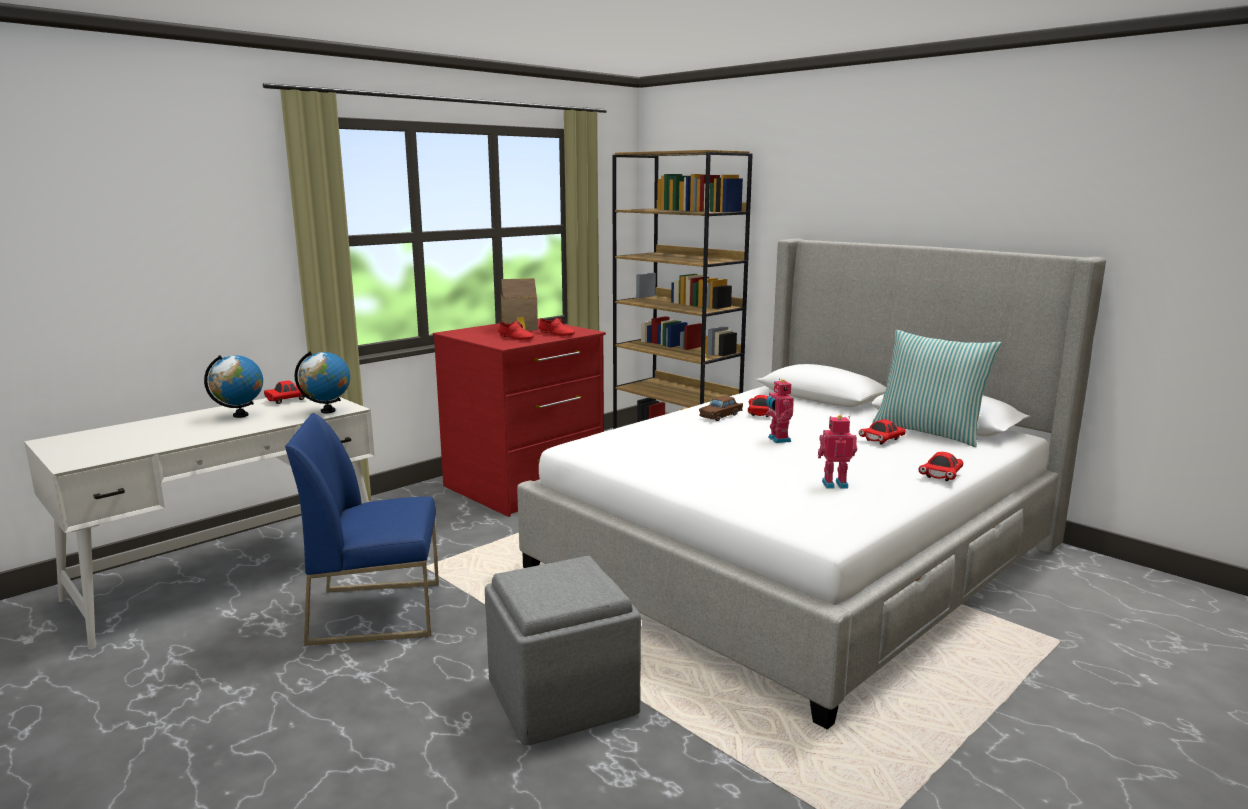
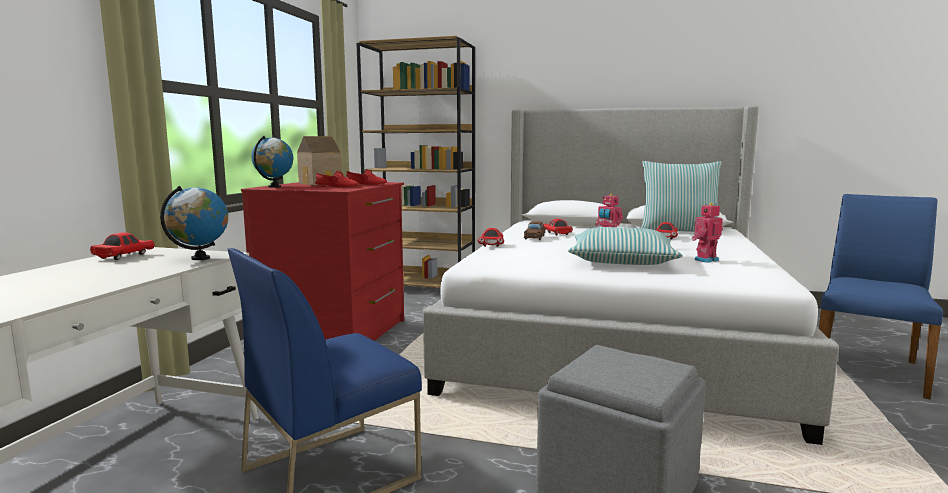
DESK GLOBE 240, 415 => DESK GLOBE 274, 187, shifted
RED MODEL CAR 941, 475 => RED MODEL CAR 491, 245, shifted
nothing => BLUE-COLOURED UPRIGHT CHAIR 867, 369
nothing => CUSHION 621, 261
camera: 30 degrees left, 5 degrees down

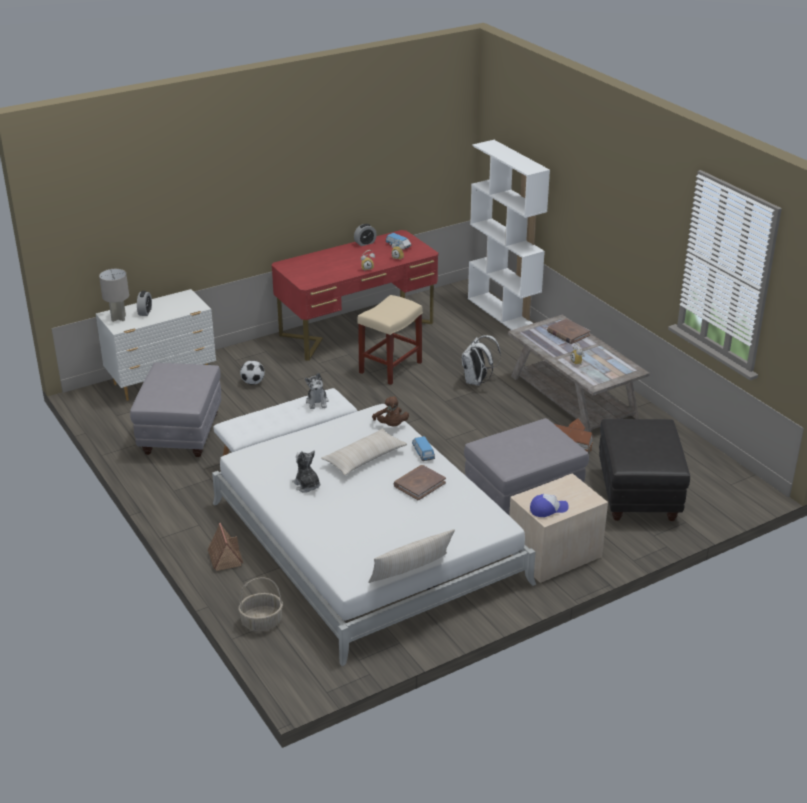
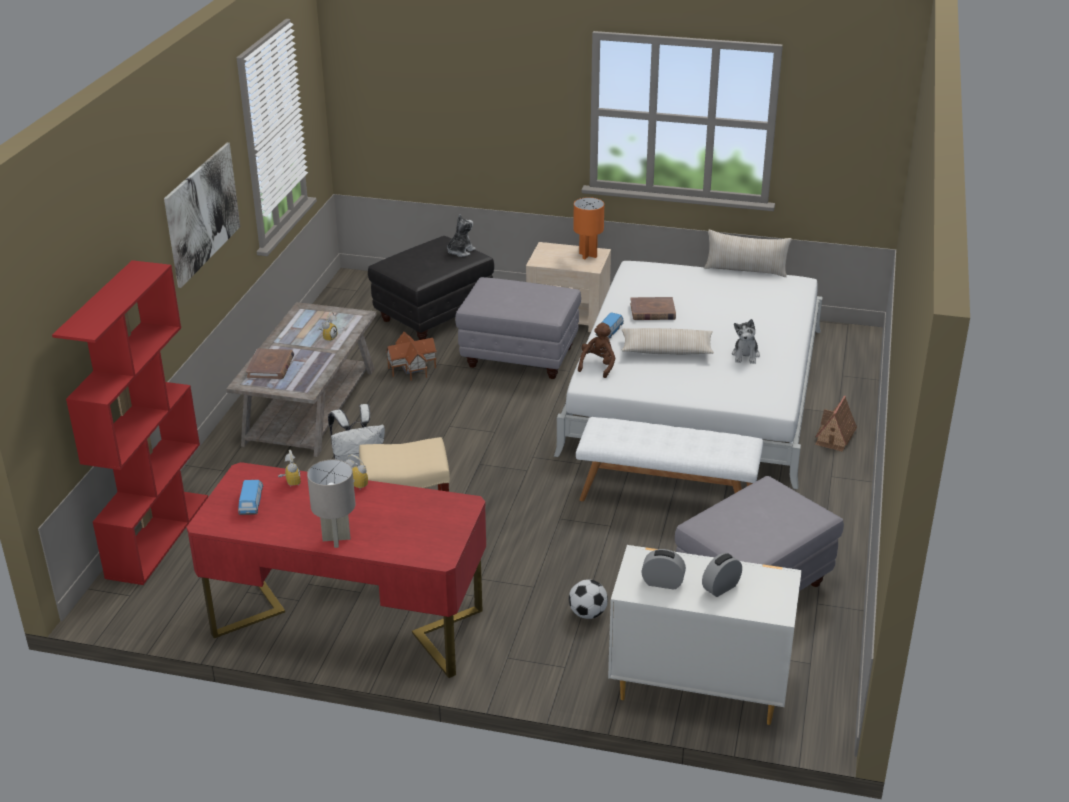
WHITE SHELVING UNIT 503, 313 => RED SHELVING UNIT 158, 535
TABLE CLOCK 365, 243 => TABLE CLOCK 662, 583, shifted
GREY TABLE LAMP 118, 318 => GREY TABLE LAMP 337, 539, shifted
PLUSH TOY 317, 402 => PLUSH TOY 460, 251, shifted
CAP 548, 509 => ORANGE TABLE LAMP 588, 255
STORAGE BASKET 261, 622 => nothing
nothing => PICTURE 202, 213
camera: 135 degrees left, 0 degrees up

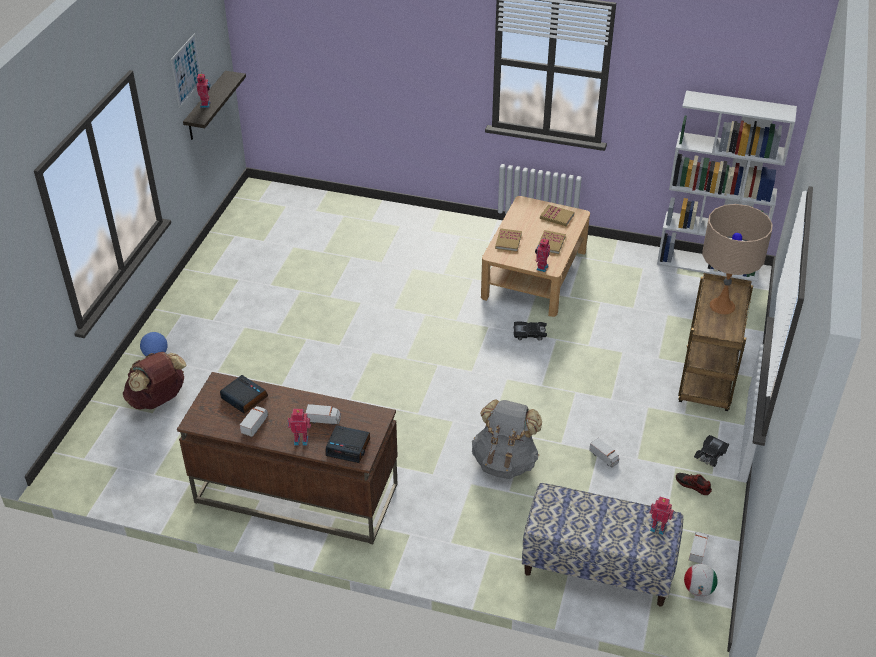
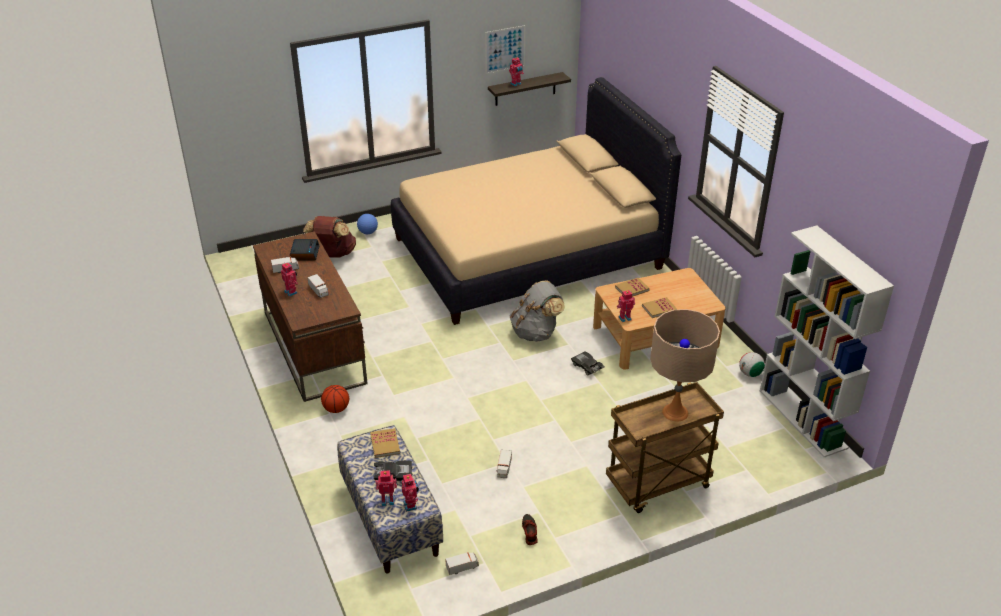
VOLUME 557, 217 => VOLUME 385, 444, shifted
GREY RUCKSACK 505, 461 => GREY RUCKSACK 536, 332, shifted
TABLE CLOCK 348, 447 => nothing
BLACK MODEL CAR 710, 455 => BLACK MODEL CAR 393, 475, shifted
FOOTBALL 698, 589 => FOOTBALL 750, 374, shifted
nothing => SAND-COLOURED BED 527, 253
nothing => BASKETBALL BALL 336, 409
nothing => MODEL ROBOT 387, 500
camera: 50 degrees right, 5 degrees down

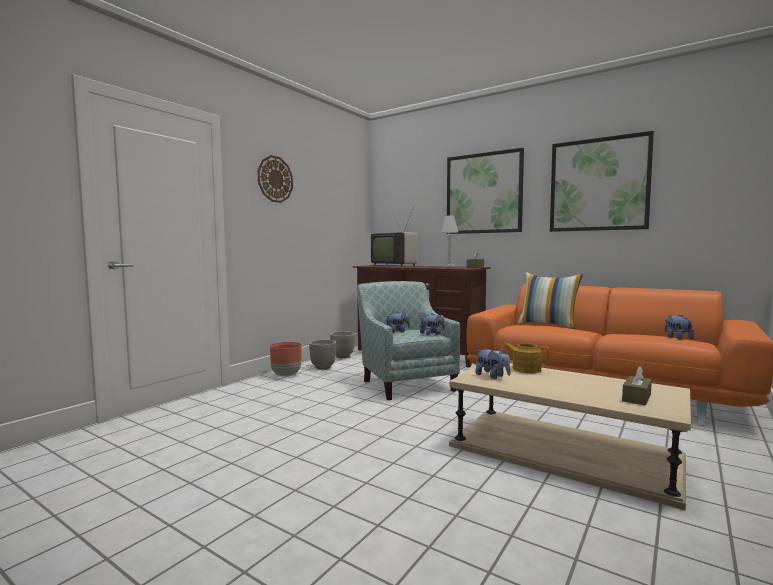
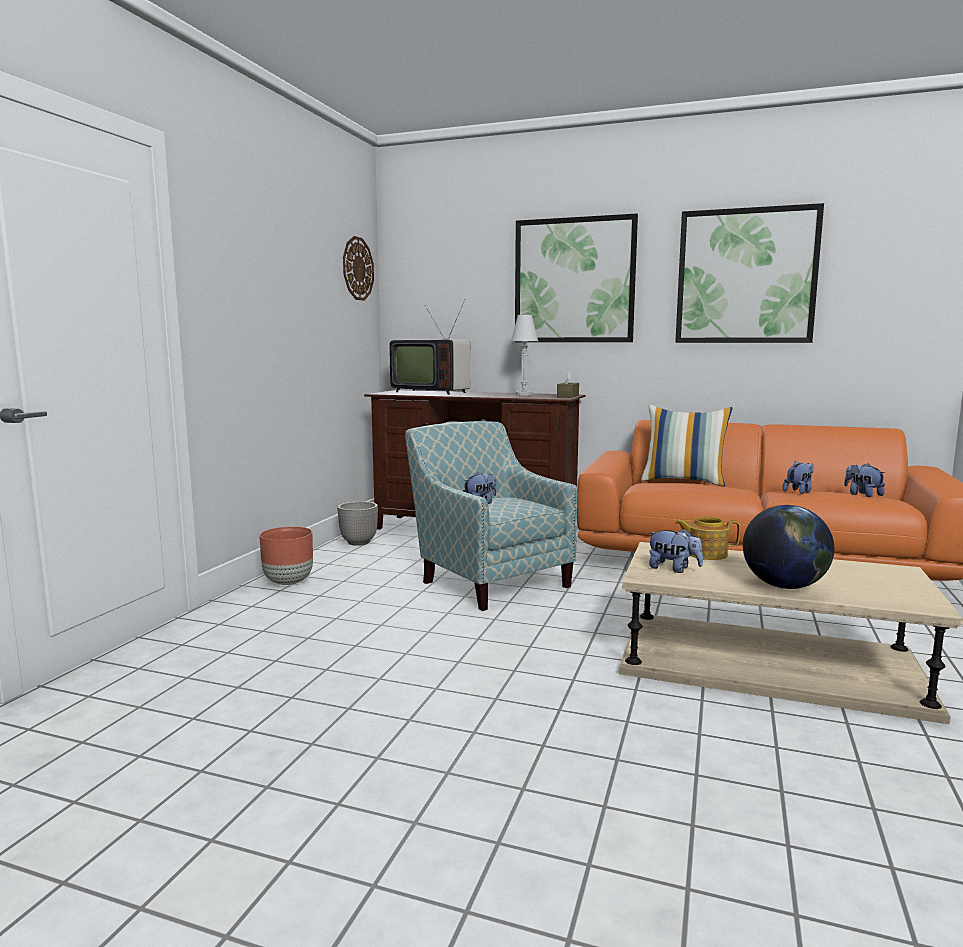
WALL CLOCK 275, 179 => WALL CLOCK 357, 268, shifted
PLUSH TOY 432, 334 => PLUSH TOY 799, 491, shifted
PLANTER 323, 367 => nothing
BROWN TISSUE BOX 636, 398 => nothing
nothing => DESK GLOBE 784, 586
camera: 15 degrees left, 5 degrees up

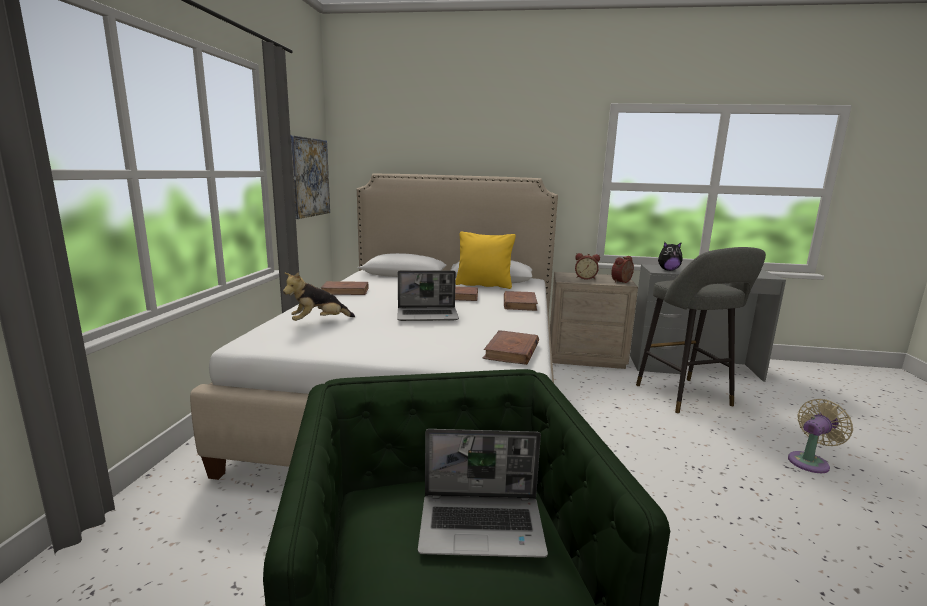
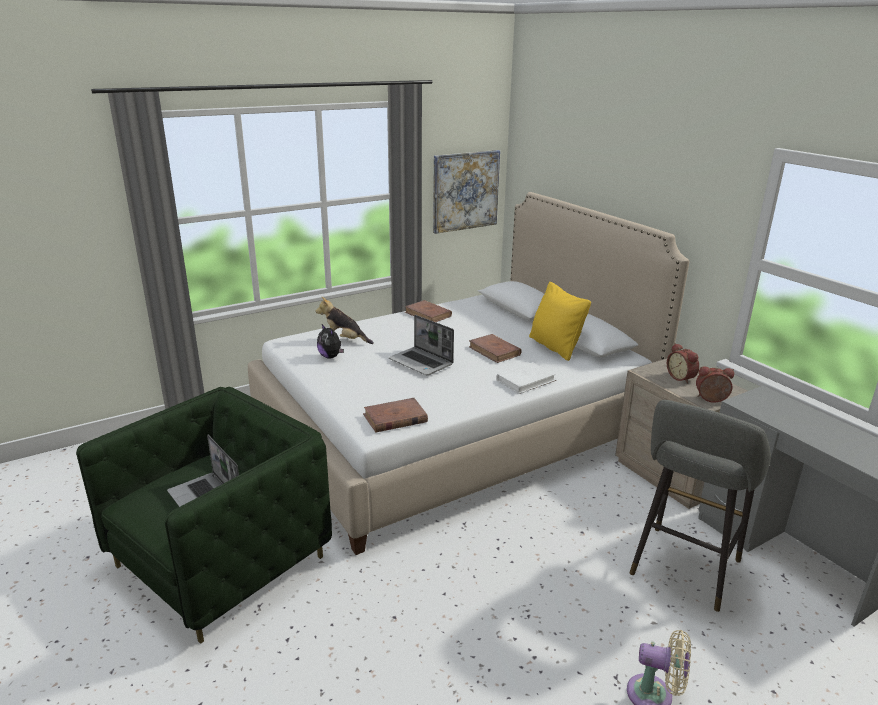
PLUSH TOY 668, 270 => PLUSH TOY 331, 356, shifted
BROWN VOLUME 519, 303 => WHITE VOLUME 526, 380
camera: 50 degrees right, 10 degrees up

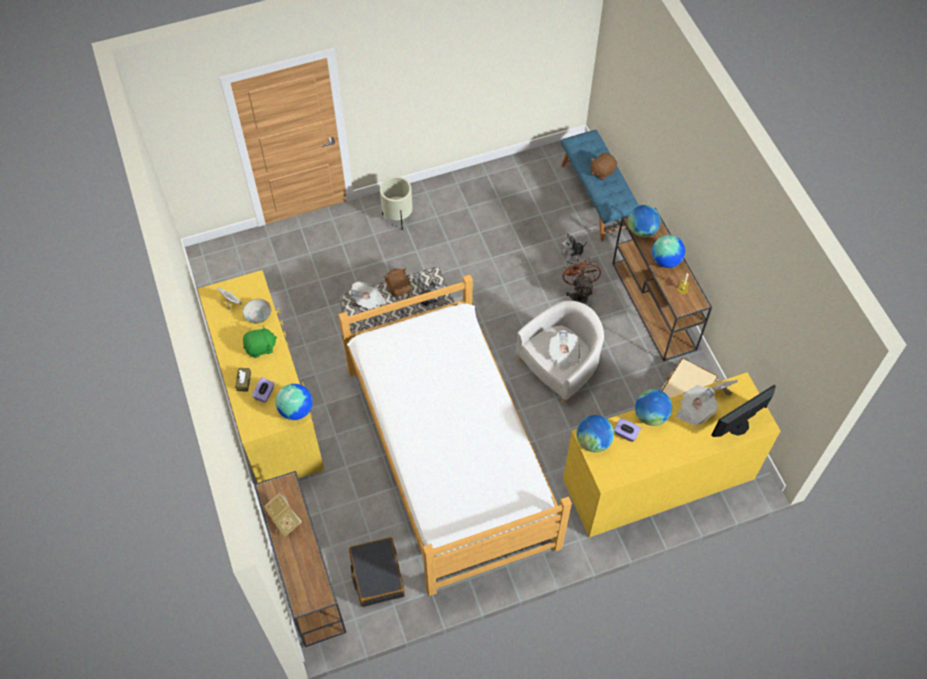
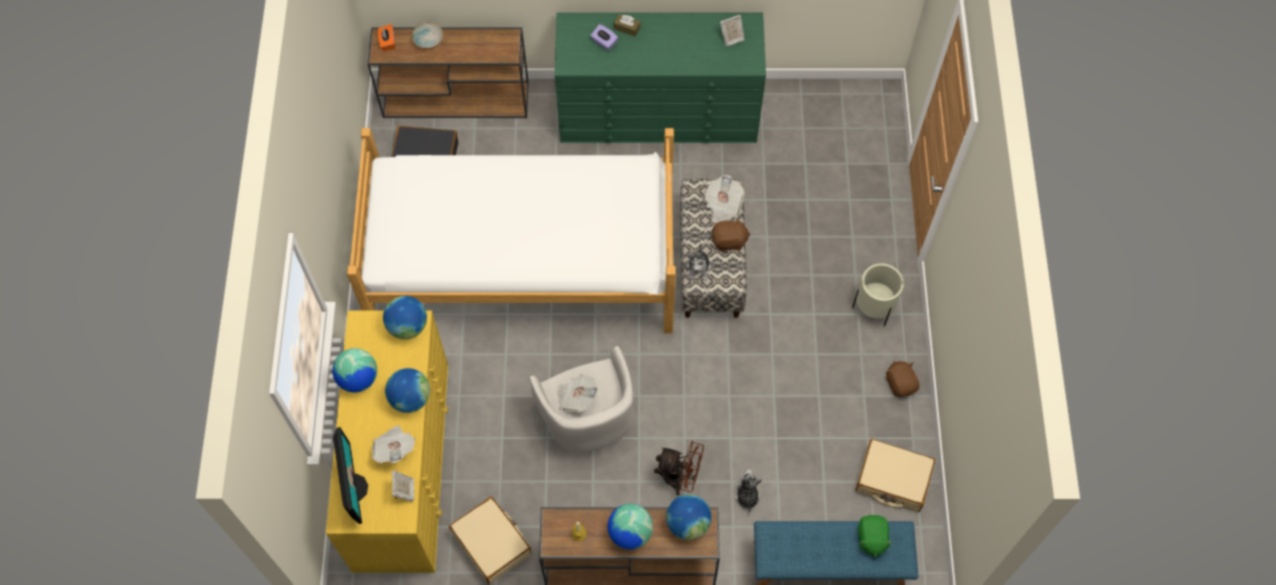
BROWN PLUSH TOY 602, 171 => BROWN PLUSH TOY 900, 383, shifted
YELLOW DRESSER 269, 405 => GREEN DRESSER 658, 113
SERVING BOWL 258, 315 => SERVING BOWL 428, 41, shifted
GREEN PLUSH TOY 261, 348 => GREEN PLUSH TOY 871, 538, shifted
DESK GLOBE 296, 410 => DESK GLOBE 358, 379, shifted
PURPLISH TISSUE BOX 626, 434 => nothing
VOLUME 284, 518 => nothing
nothing => ORANGE TISSUE BOX 387, 42
nothing => SAND-COLOURED TRAVEL CASE 892, 479
camera: 110 degrees right, 5 degrees up

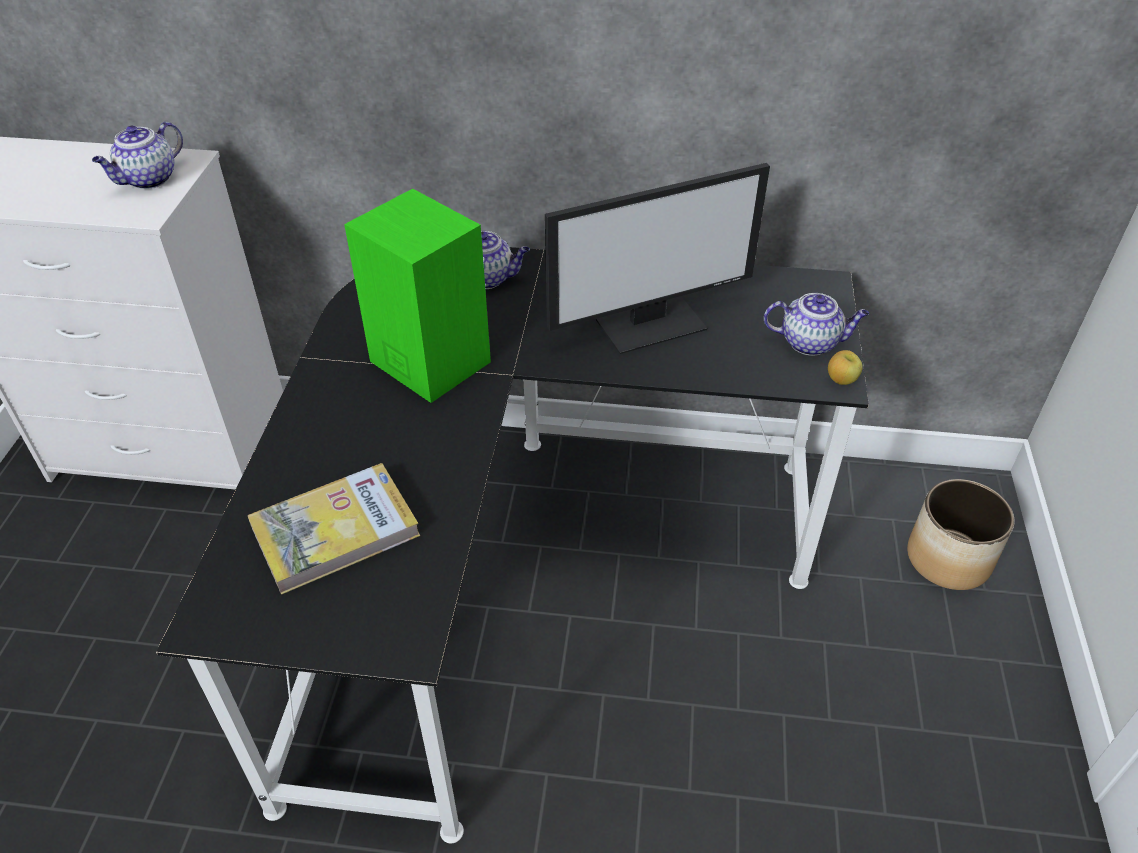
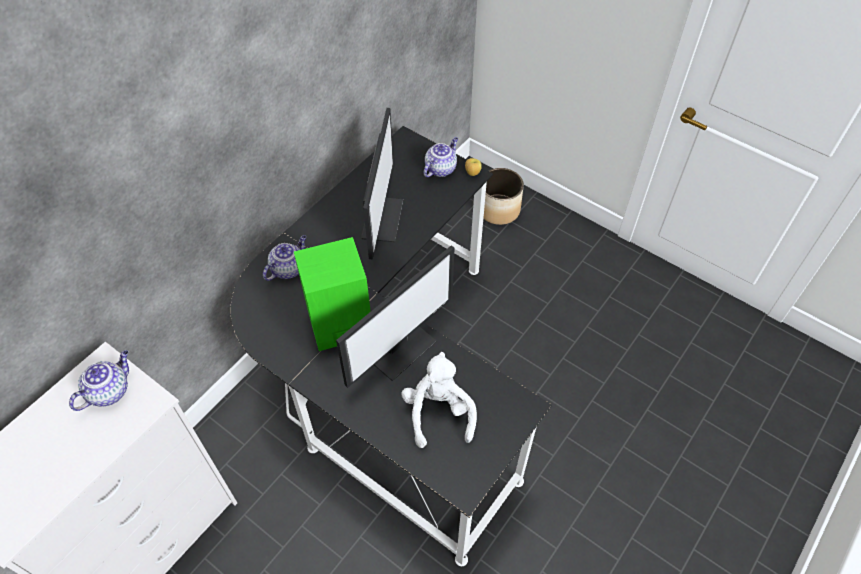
POT FOR TEA 148, 180 => POT FOR TEA 109, 390, 120 degrees counterclockwise
VOLUME 335, 531 => WHITE PLUSH TOY 438, 412
nothing => COMPUTER DISPLAY 400, 348
camera: 60 degrees left, 10 degrees up

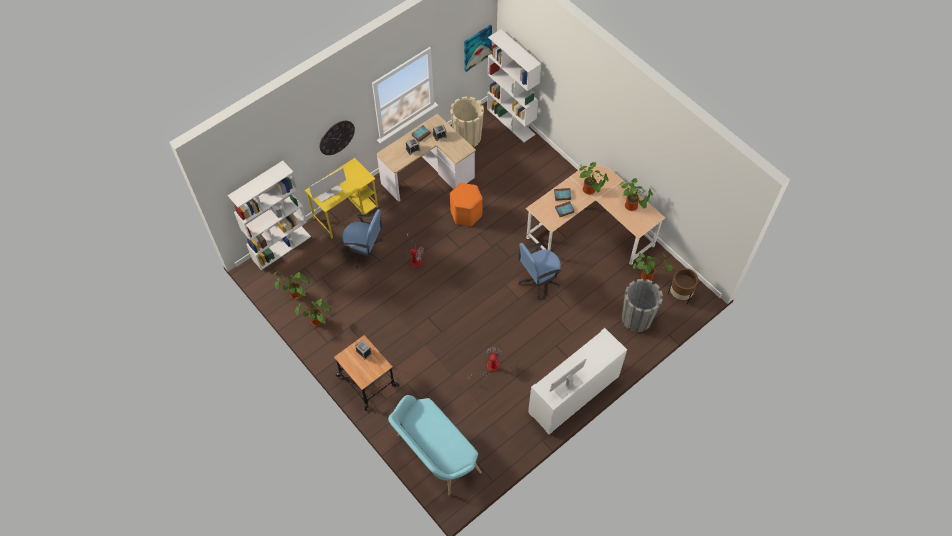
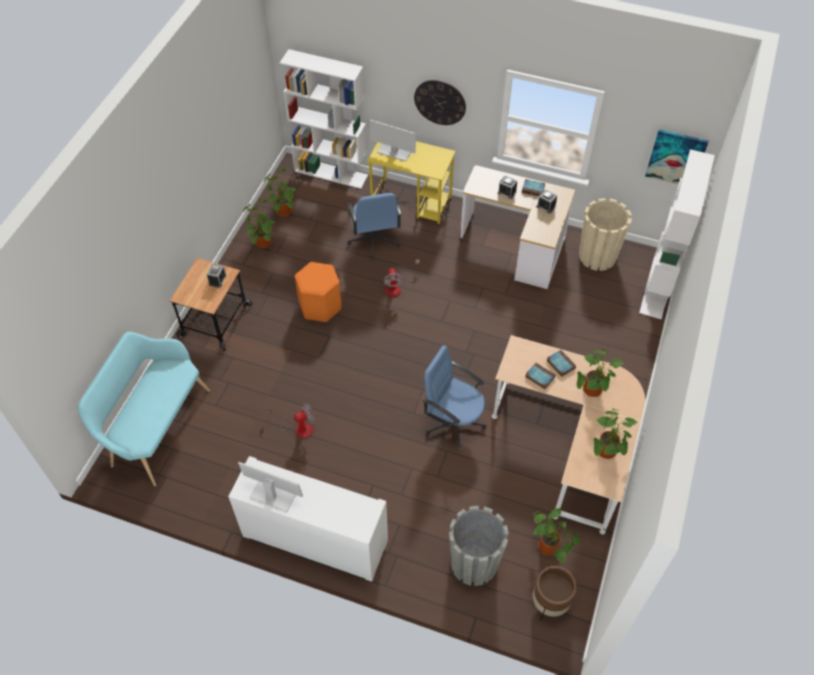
ORANGE STOOL 466, 214 => ORANGE STOOL 320, 306, shifted
camera: 60 degrees right, 5 degrees down

